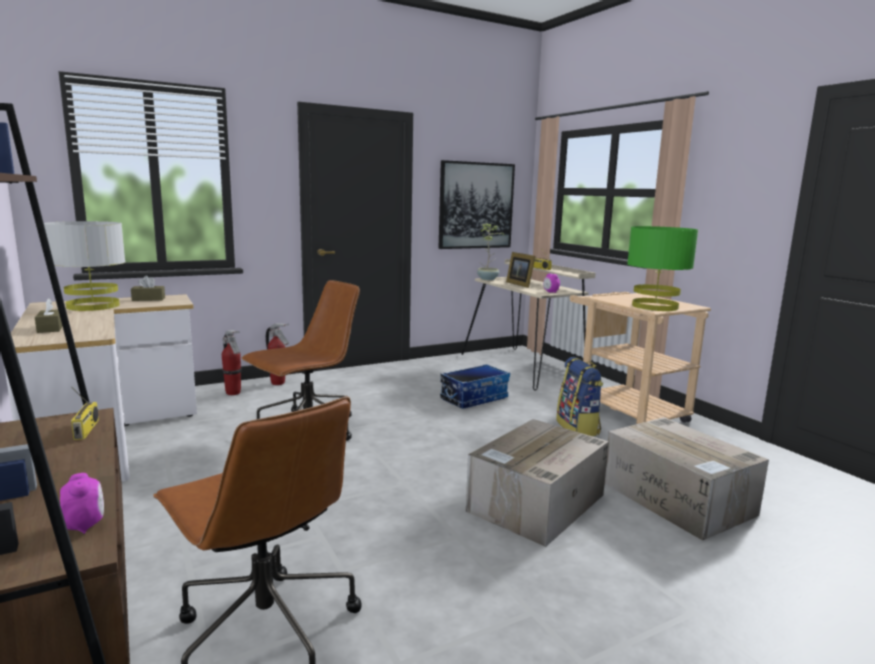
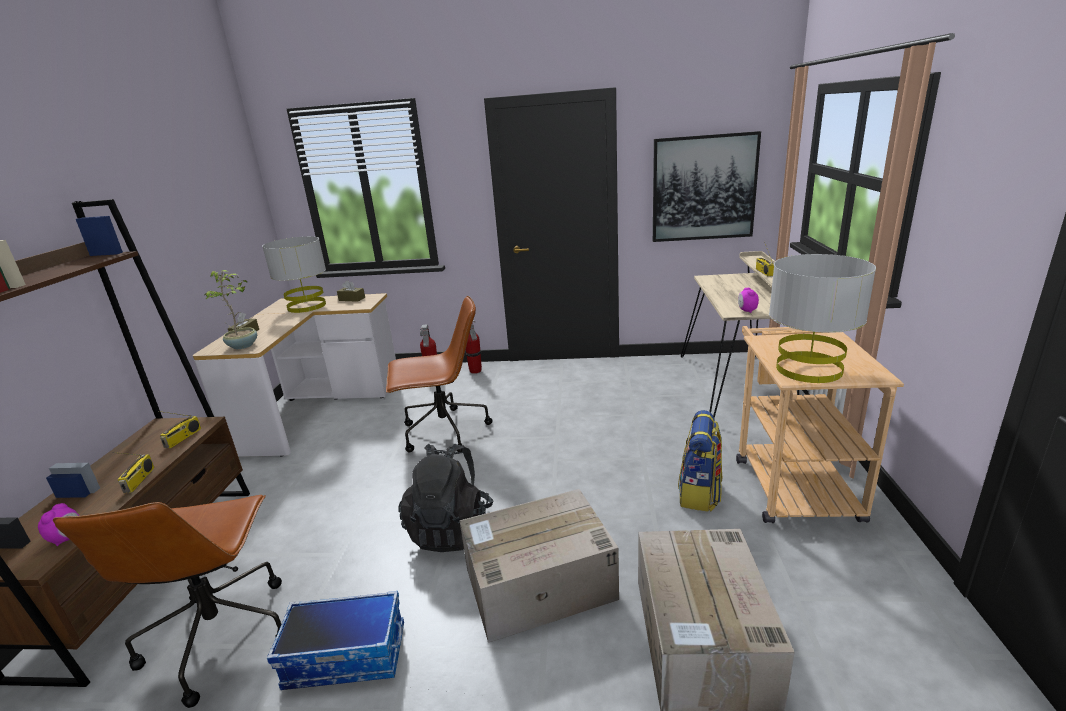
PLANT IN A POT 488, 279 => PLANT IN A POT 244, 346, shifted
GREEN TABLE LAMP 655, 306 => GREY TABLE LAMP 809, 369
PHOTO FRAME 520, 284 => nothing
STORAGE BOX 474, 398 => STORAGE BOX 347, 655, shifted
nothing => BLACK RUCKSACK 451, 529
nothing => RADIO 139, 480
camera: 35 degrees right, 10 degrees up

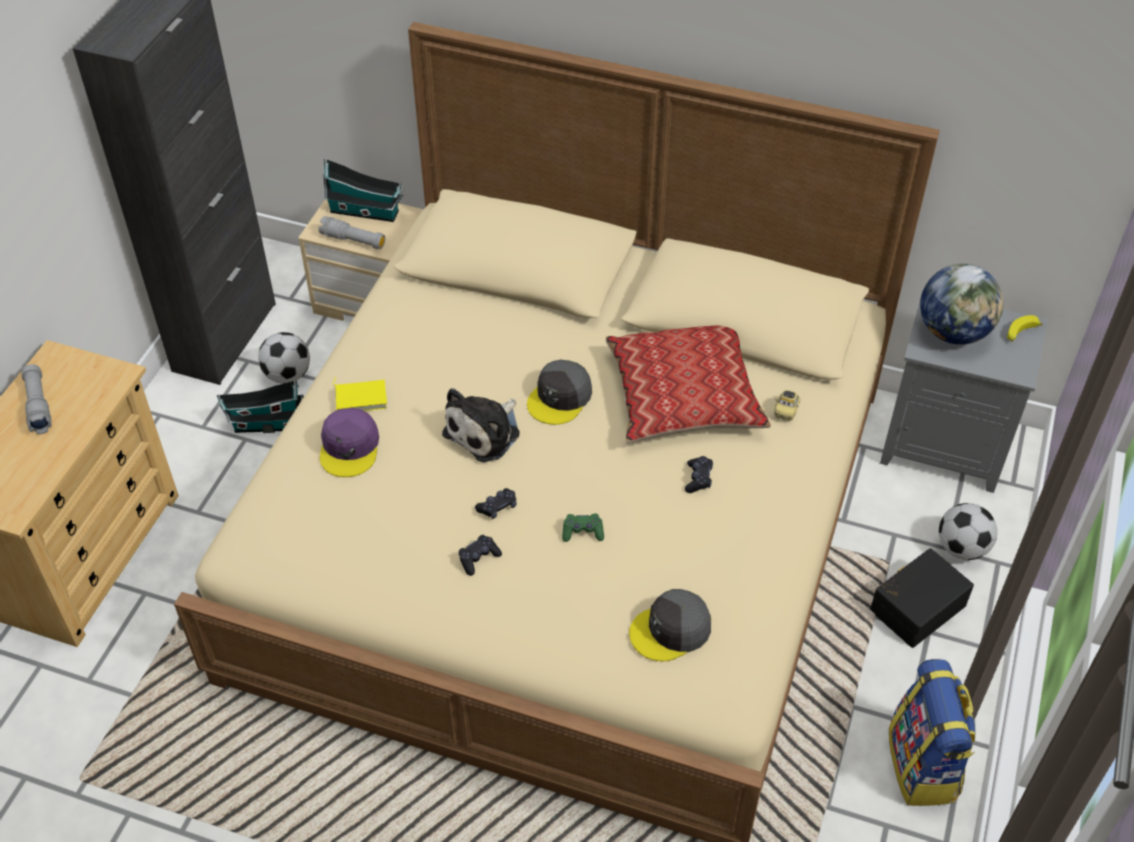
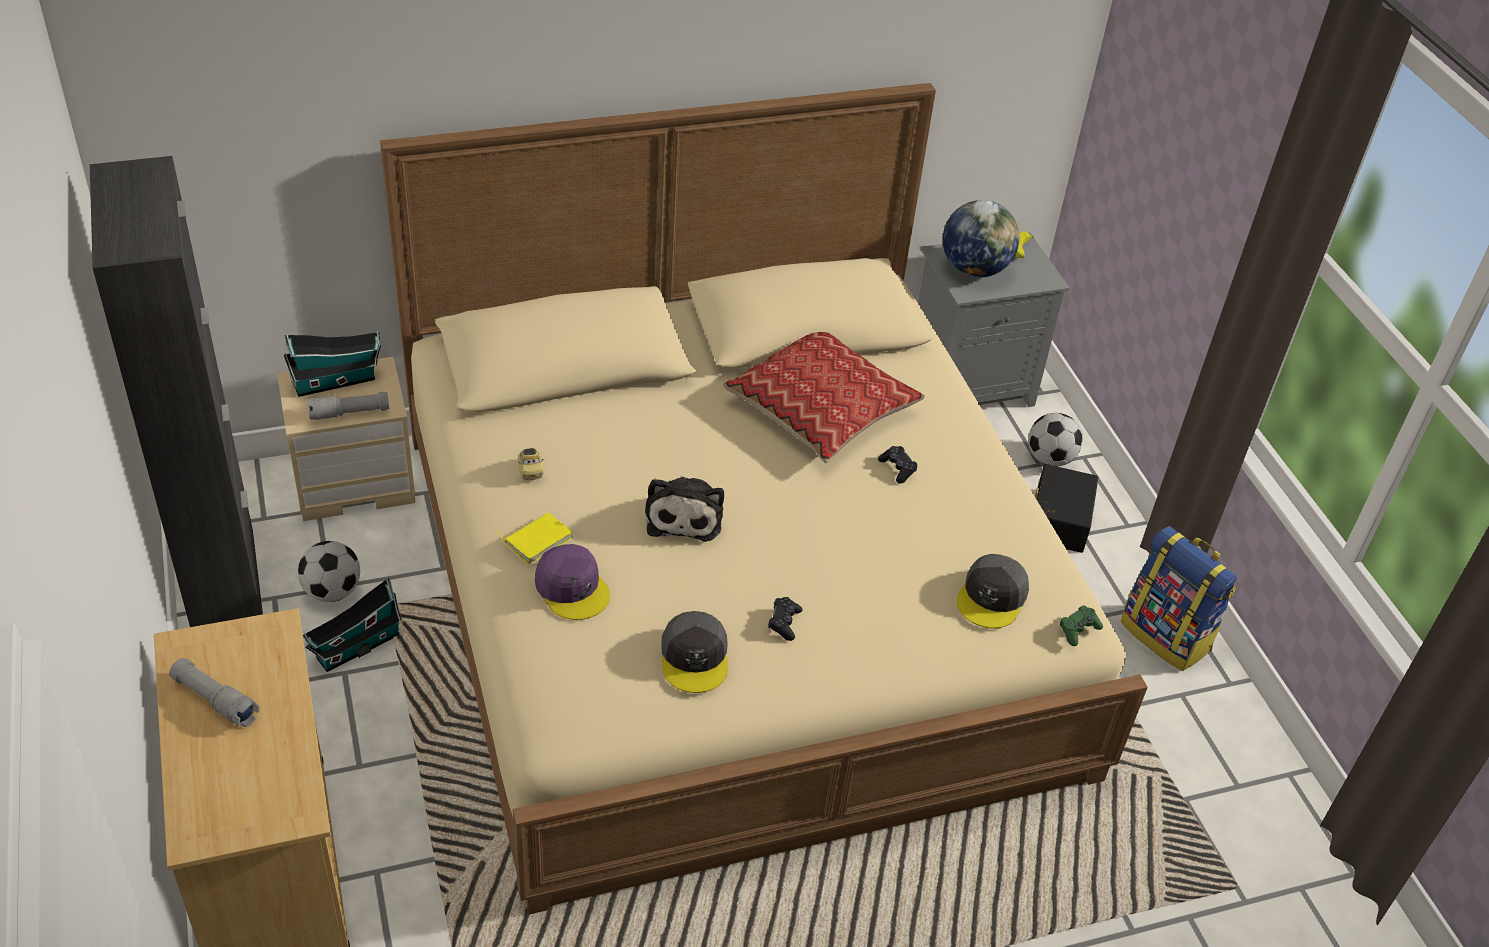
GREY CAP 560, 398 => GREY CAP 695, 657, shifted
MODEL CAR 786, 411 => MODEL CAR 530, 471, shifted
BLACK GAME CONTROLLER 497, 507 => nothing
GREEN GAME CONTROLLER 582, 532 => GREEN GAME CONTROLLER 1078, 630, shifted
camera: 40 degrees left, 5 degrees down

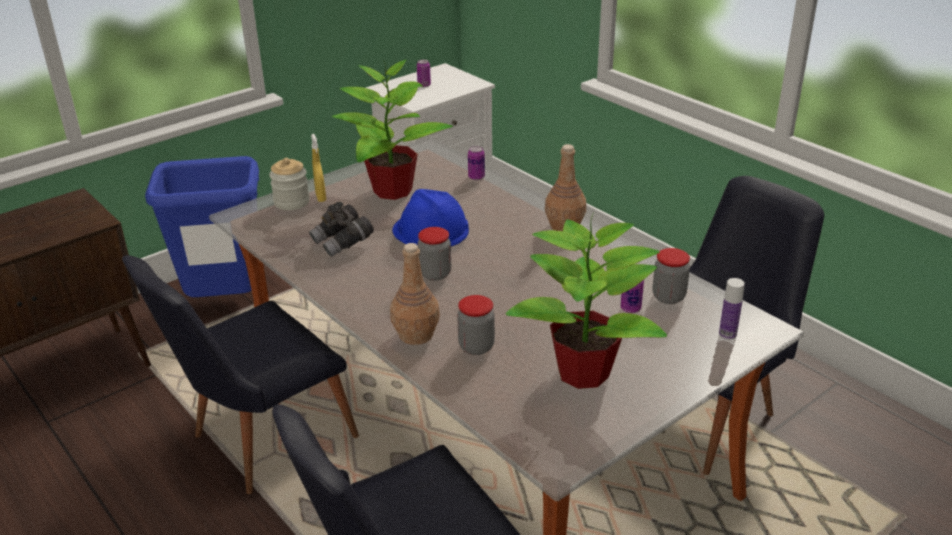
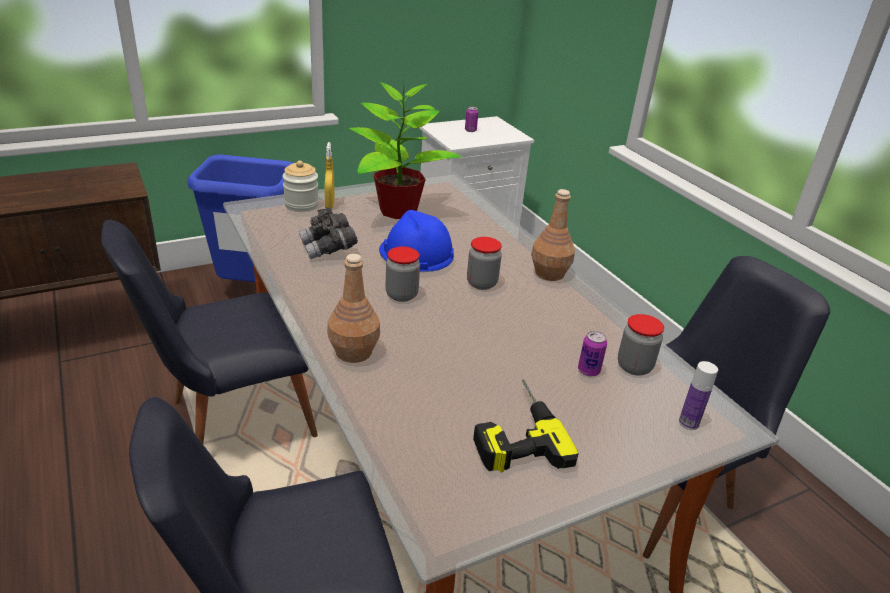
METAL CAN 476, 177 => nothing
PLANT IN A POT 584, 372 => POWER DRILL 513, 431
PRESERVE JAR 476, 346 => PRESERVE JAR 481, 283, shifted
camera: 10 degrees right, 0 degrees up

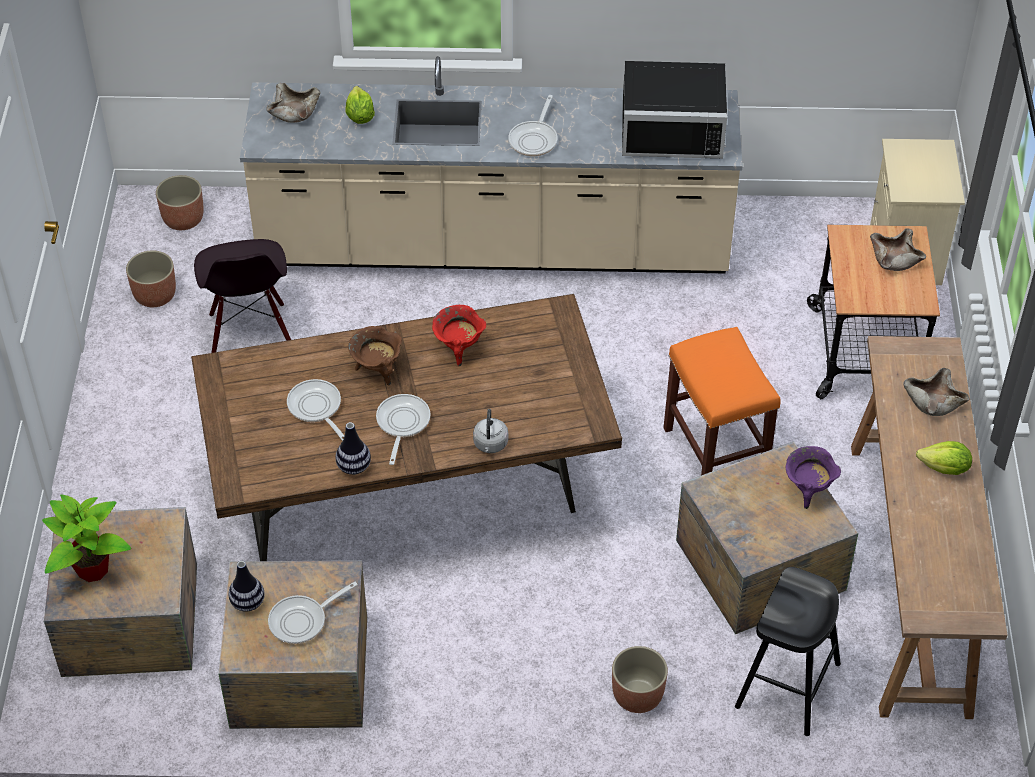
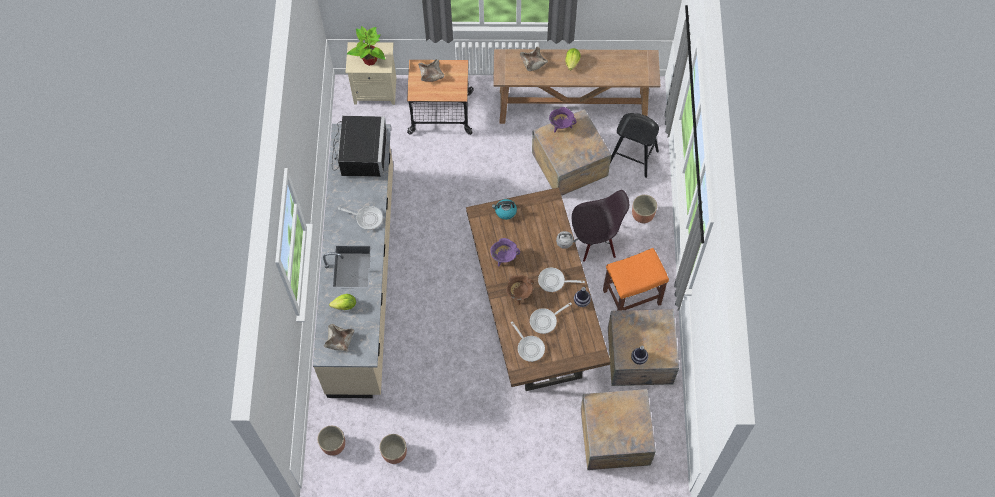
BLACK UPRIGHT CHAIR 250, 332 => BLACK UPRIGHT CHAIR 595, 241, shifted
RED COOKING POT 459, 349 => PURPLISH COOKING POT 504, 258
ORANGE STOOL 716, 454 => ORANGE STOOL 632, 296, shifted
PLANT IN A POT 92, 569 => PLANT IN A POT 370, 60, shifted
PAN 302, 620 => PAN 529, 347, shifted
nothing => TEA KETTLE 505, 211
camera: 90 degrees left, 15 degrees up

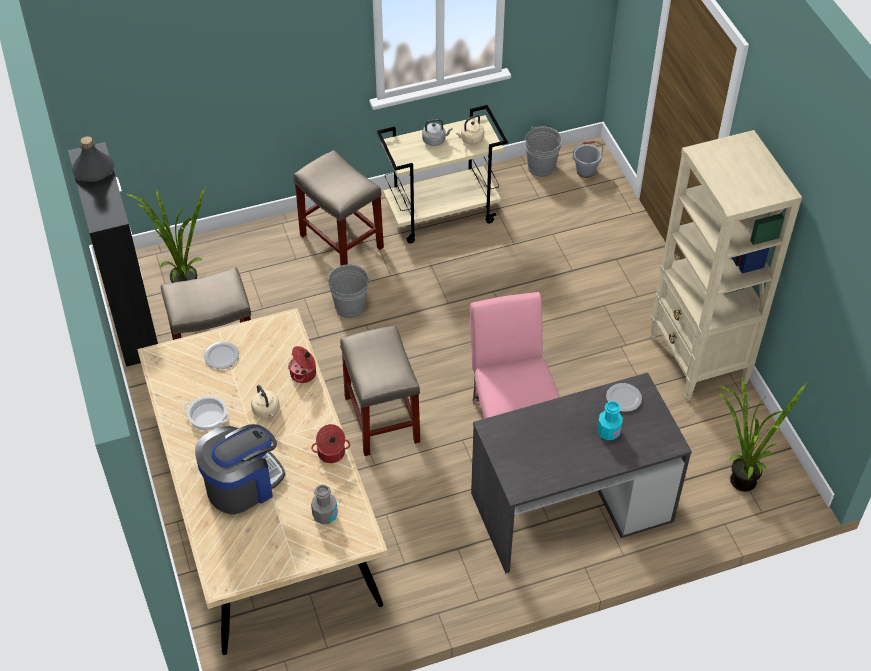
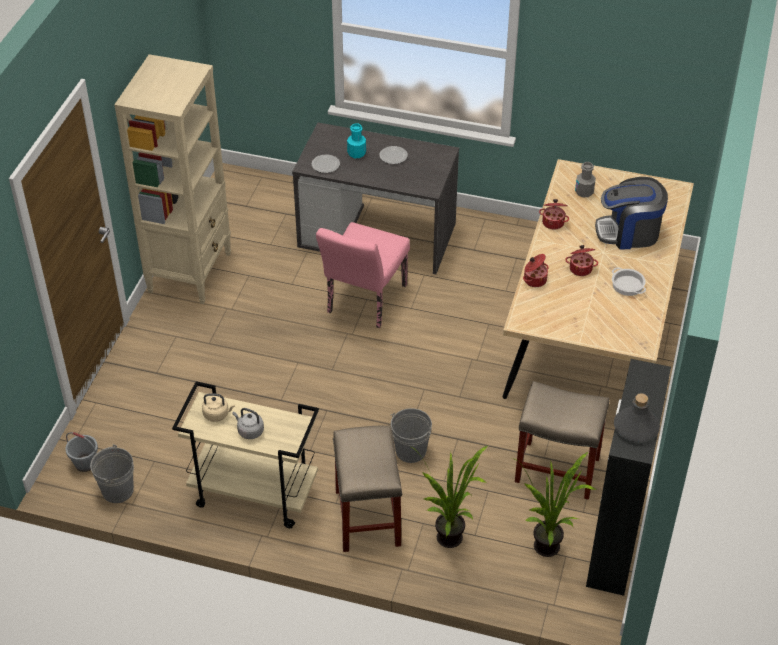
SAND-COLOURED STOOL 382, 420 => nothing
PLATE 221, 356 => PLATE 394, 156, shifted
PLANT IN A POT 737, 478 => PLANT IN A POT 450, 544, shifted
SAND-COLOURED TEA KETTLE 266, 411 => COOKING POT 580, 268
camera: 145 degrees left, 5 degrees down

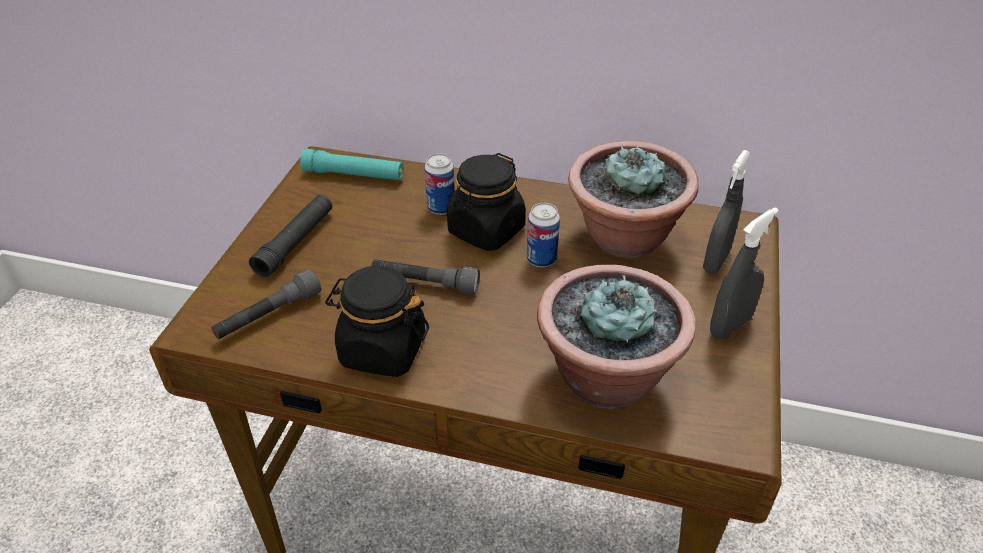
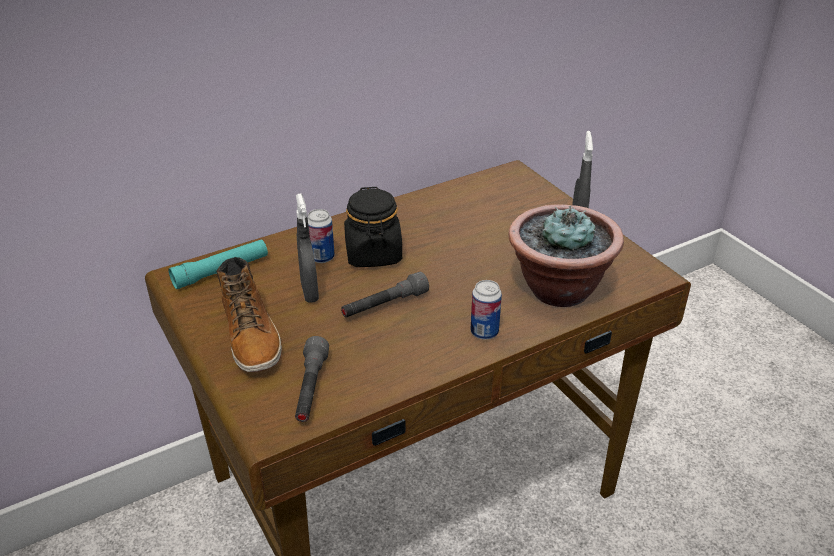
PLANT IN A POT 624, 238 => nothing
GREY SPRAY BOTTLE 716, 261 => GREY SPRAY BOTTLE 309, 292, shifted
BLACK HAND TORCH 295, 242 => TALL BOOT 252, 336
METAL CAN 541, 259 => METAL CAN 484, 332, shifted
BLACK PRESERVE JAR 382, 350 => nothing
camera: 45 degrees left, 5 degrees down

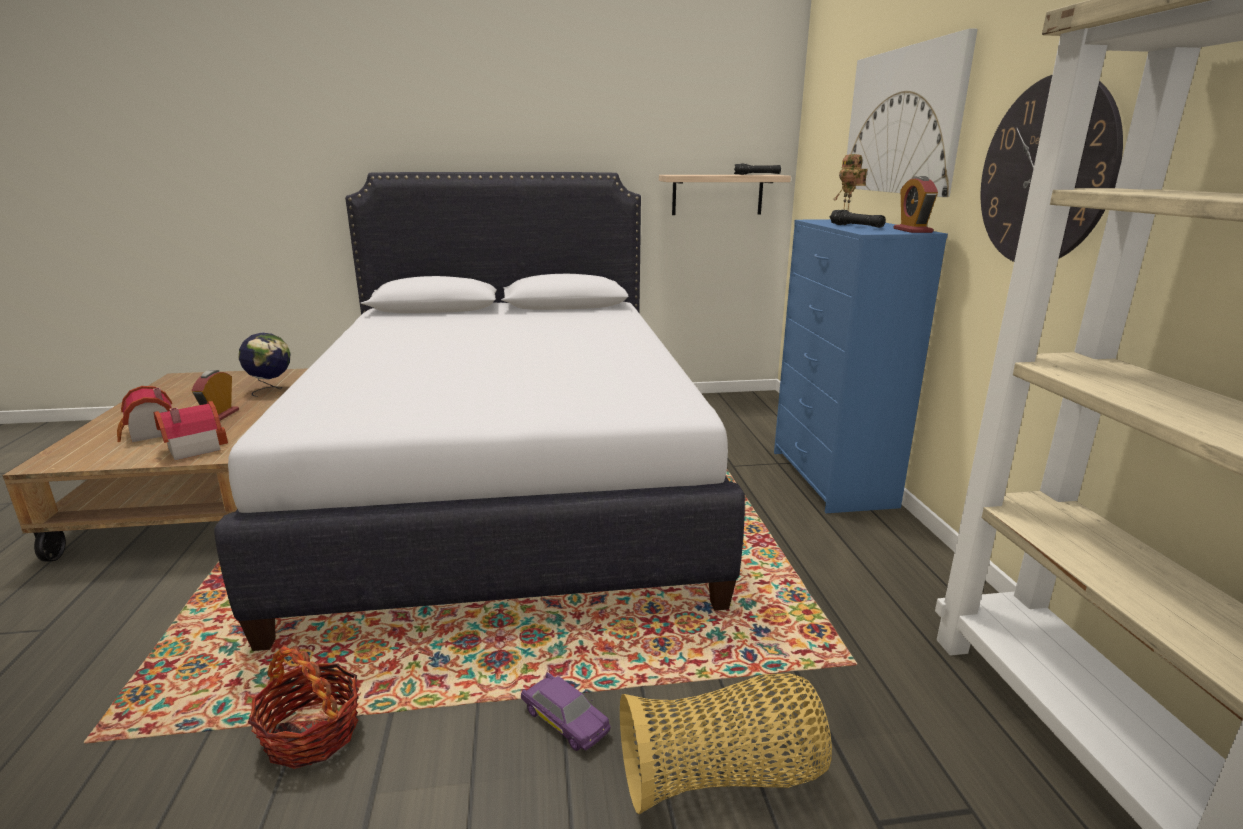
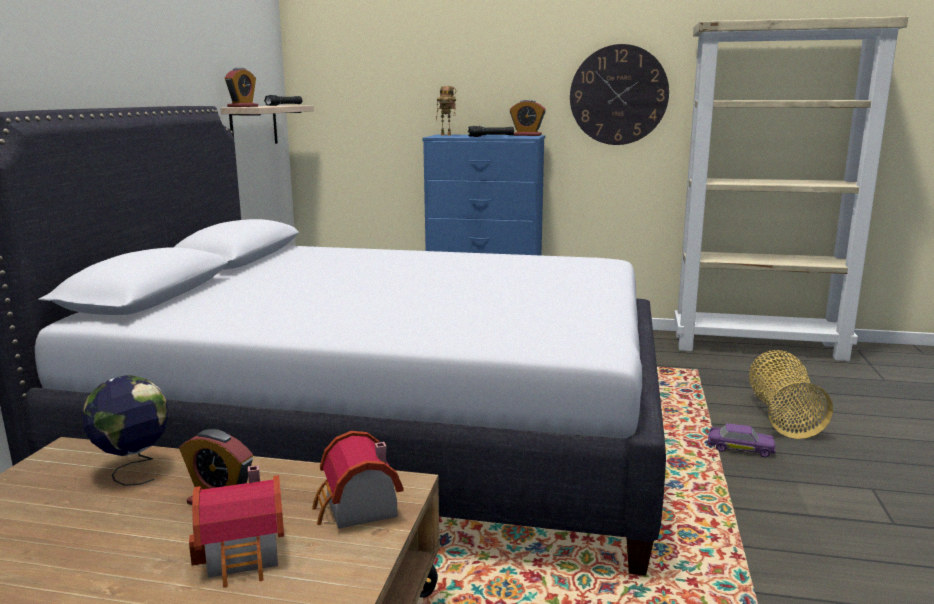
PICTURE 902, 121 => nothing
STORAGE BASKET 311, 734 => nothing
PURPLISH MODEL CAR 564, 720 => PURPLISH MODEL CAR 740, 448, 45 degrees clockwise
nothing => TABLE CLOCK 243, 106
camera: 70 degrees left, 5 degrees down

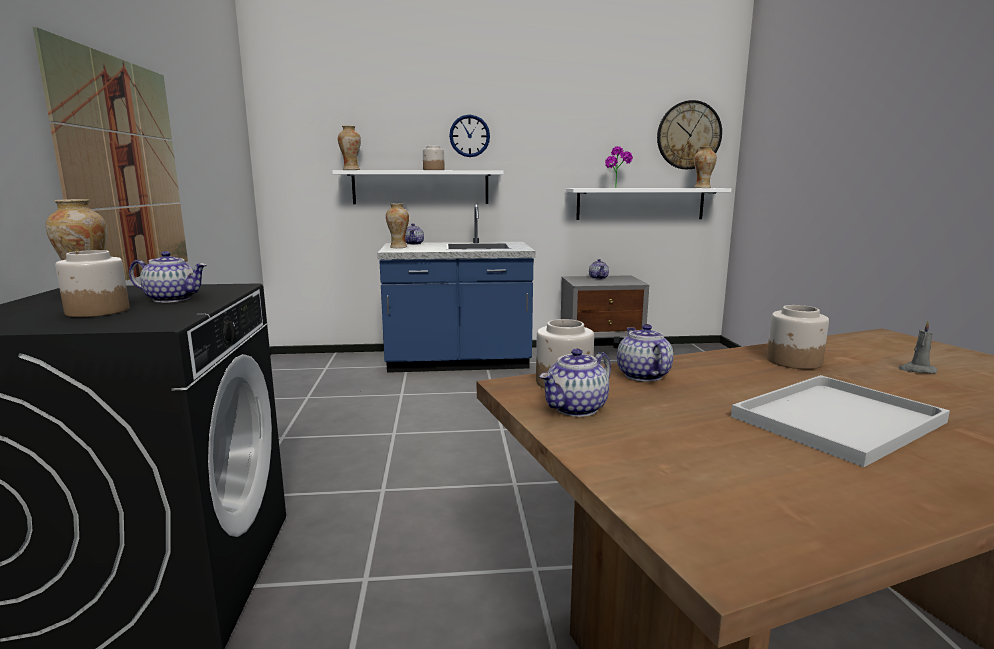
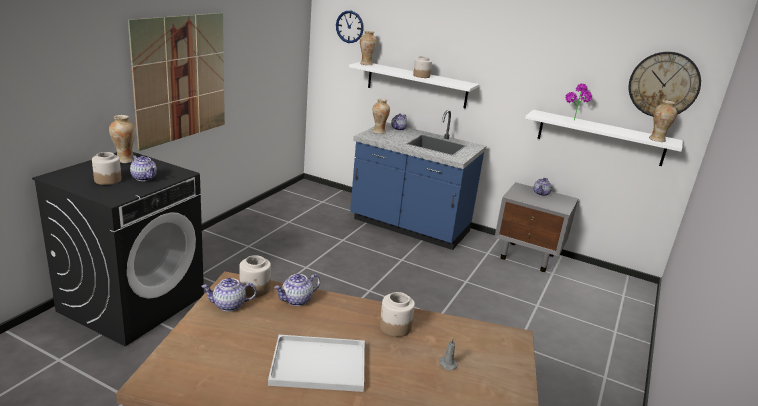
WALL CLOCK 469, 136 => WALL CLOCK 349, 26, shifted
POT FOR TEA 642, 375 => POT FOR TEA 297, 300, 150 degrees counterclockwise
camera: 30 degrees right, 10 degrees up

